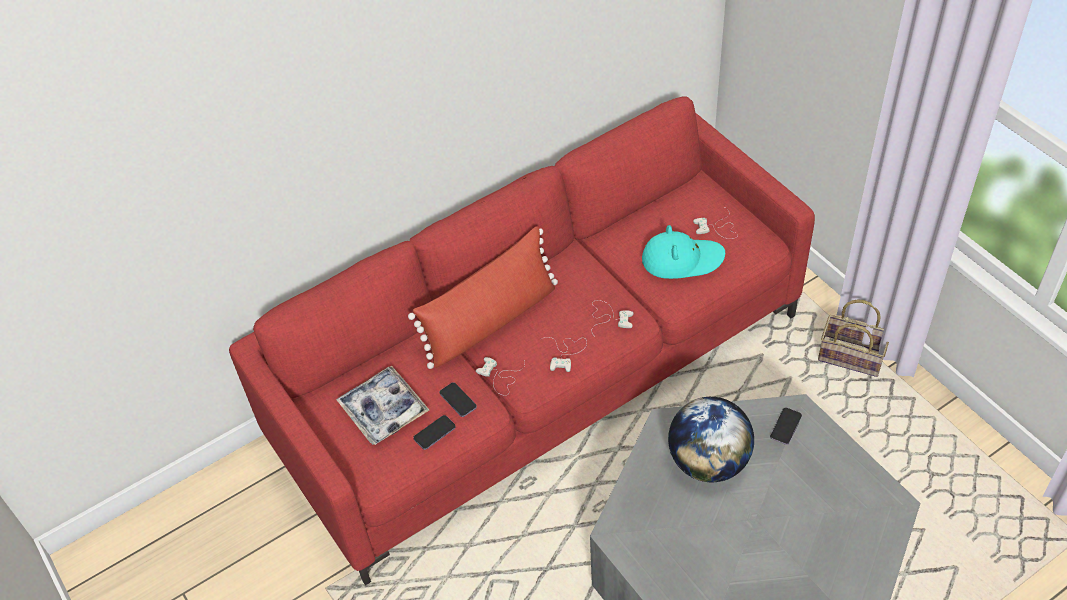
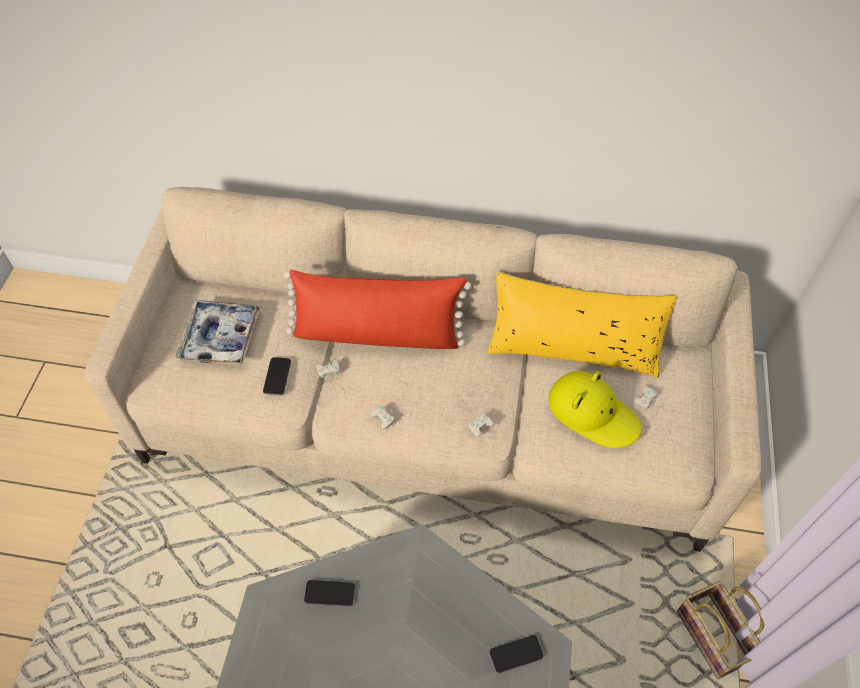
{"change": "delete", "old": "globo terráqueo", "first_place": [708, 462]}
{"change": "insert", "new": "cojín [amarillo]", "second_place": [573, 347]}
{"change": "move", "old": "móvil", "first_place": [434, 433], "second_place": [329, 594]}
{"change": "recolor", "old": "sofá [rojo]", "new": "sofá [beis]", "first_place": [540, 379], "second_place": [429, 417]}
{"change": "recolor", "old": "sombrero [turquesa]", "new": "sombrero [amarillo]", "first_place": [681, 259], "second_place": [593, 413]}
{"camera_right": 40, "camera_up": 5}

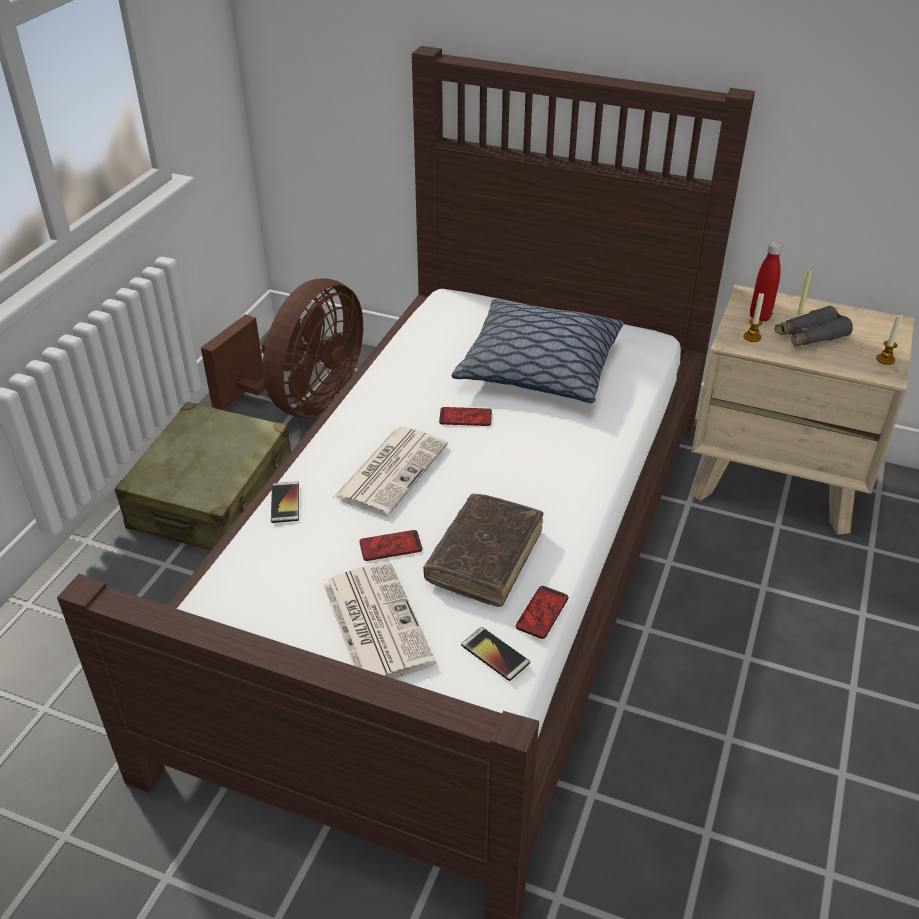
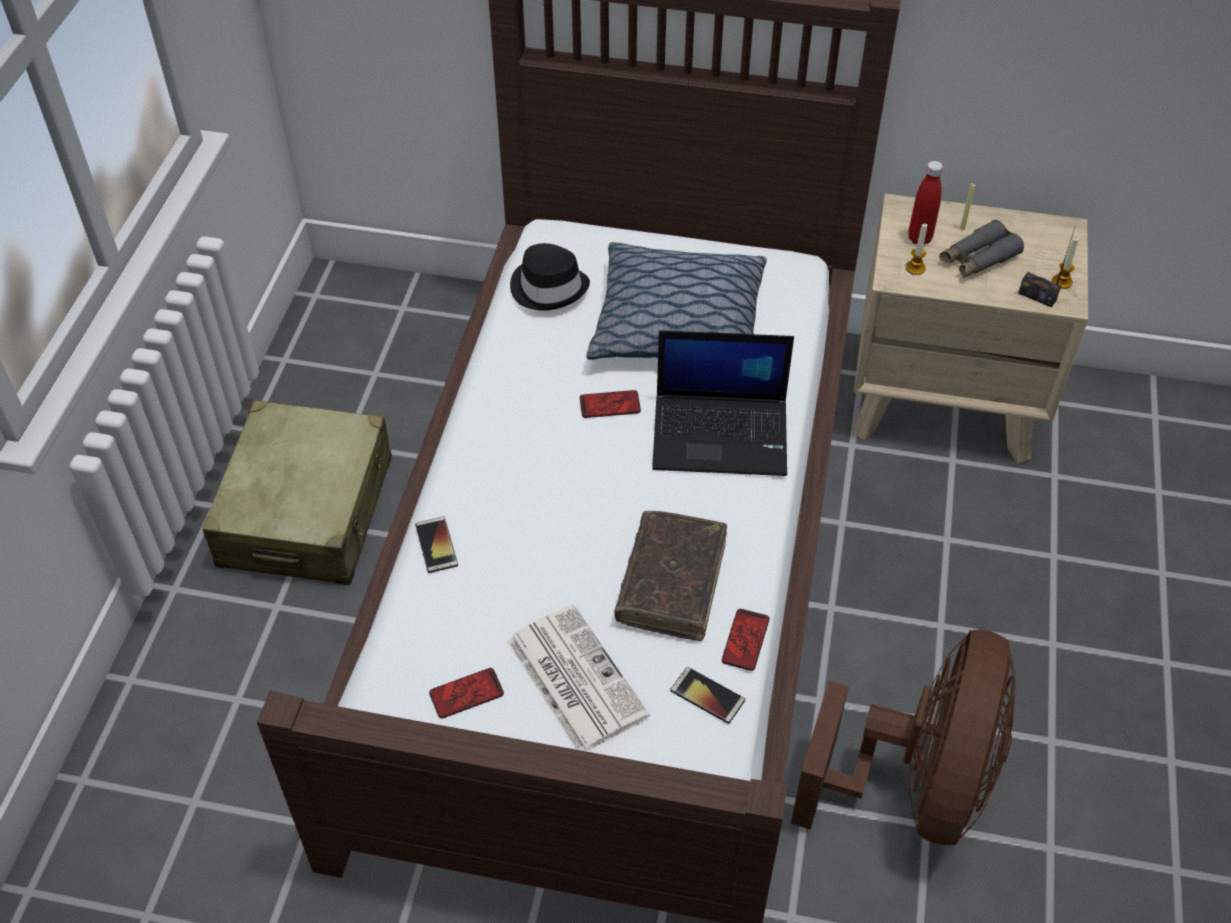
{"change": "delete", "old": "periódico", "first_place": [391, 470]}
{"change": "insert", "new": "sombrero [negro]", "second_place": [549, 287]}
{"change": "insert", "new": "portátil", "second_place": [722, 434]}
{"change": "insert", "new": "radio", "second_place": [1037, 296]}
{"change": "move", "old": "ventilador [marrón]", "first_place": [303, 402], "second_place": [914, 785]}
{"change": "move", "old": "móvil", "first_place": [390, 546], "second_place": [466, 694]}
{"camera_right": -10, "camera_up": 10}

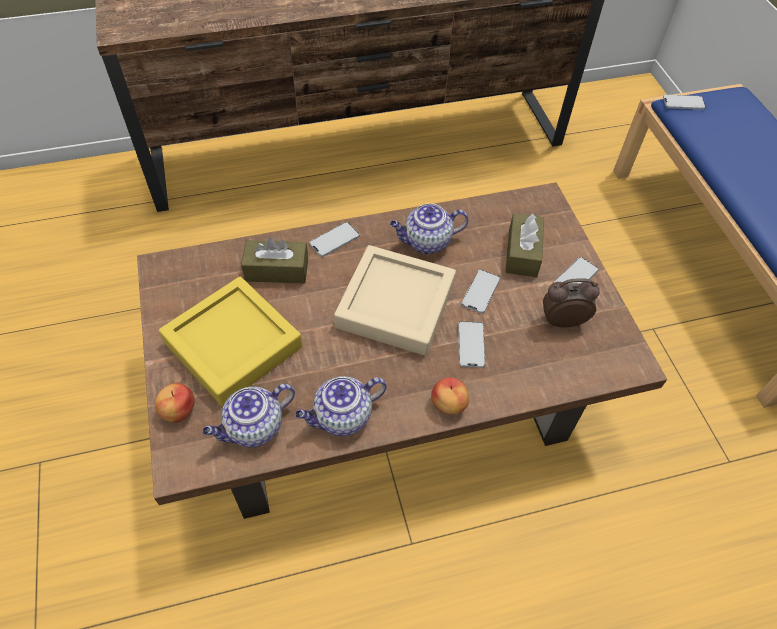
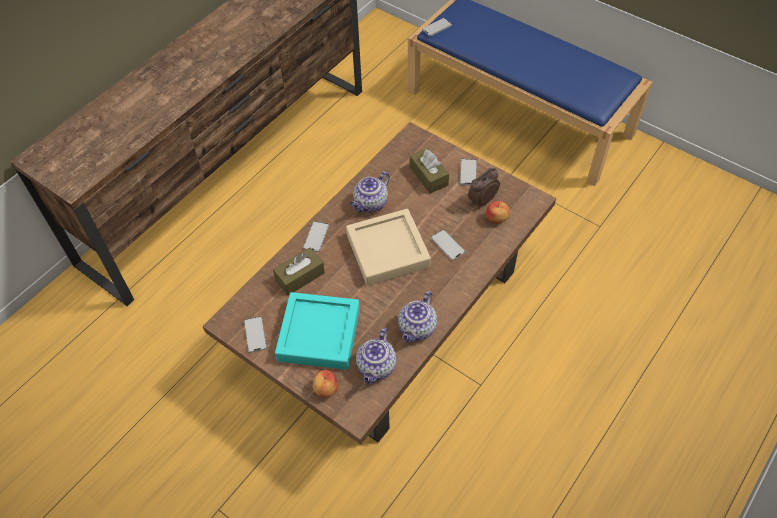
{"change": "move", "old": "manzana", "first_place": [448, 405], "second_place": [497, 219]}
{"change": "move", "old": "móvil", "first_place": [480, 292], "second_place": [255, 335]}
{"change": "recolor", "old": "bandeja [amarillo]", "new": "bandeja [turquesa]", "first_place": [233, 345], "second_place": [319, 334]}
{"camera_right": -35, "camera_up": 0}

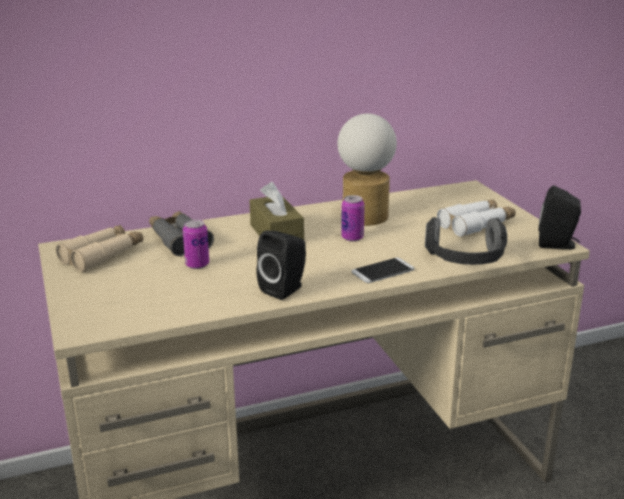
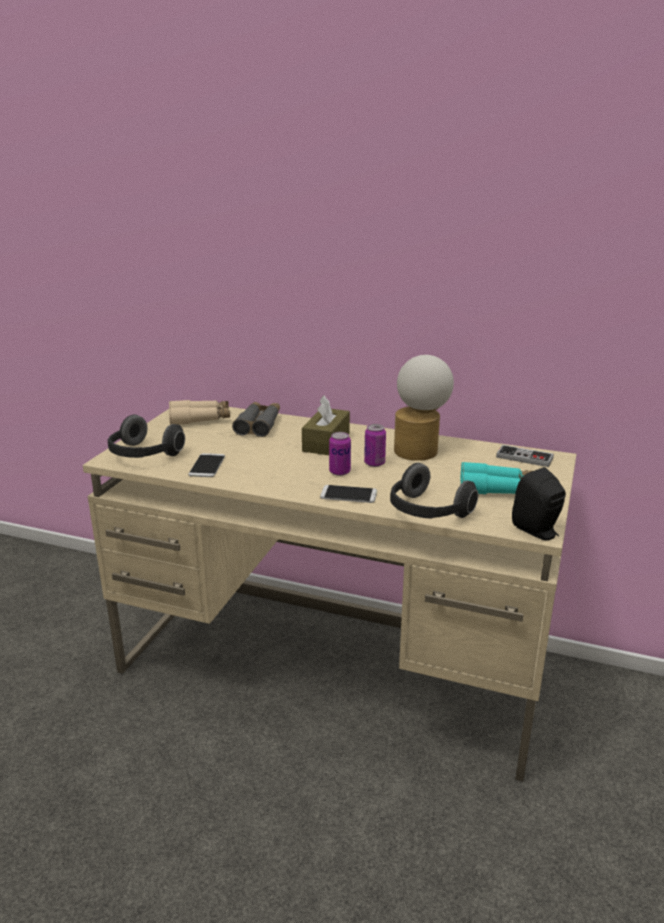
{"change": "delete", "old": "altavoz [negro]", "first_place": [285, 289]}
{"change": "insert", "new": "auriculares", "second_place": [143, 455]}
{"change": "insert", "new": "móvil", "second_place": [207, 466]}
{"change": "insert", "new": "mando de consola", "second_place": [524, 458]}
{"change": "move", "old": "lata", "first_place": [197, 265], "second_place": [339, 472]}
{"change": "recolor", "old": "prismáticos [blanco]", "new": "prismáticos [turquesa]", "first_place": [476, 224], "second_place": [496, 489]}
{"camera_right": 40, "camera_up": 0}

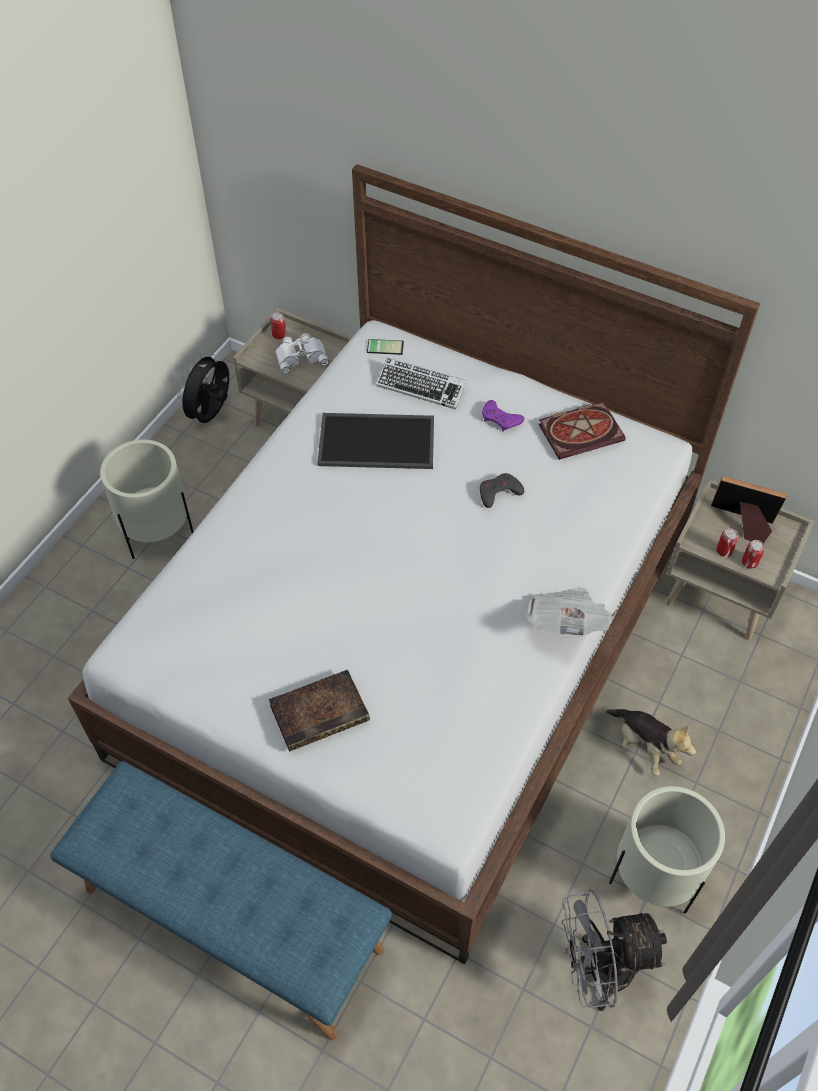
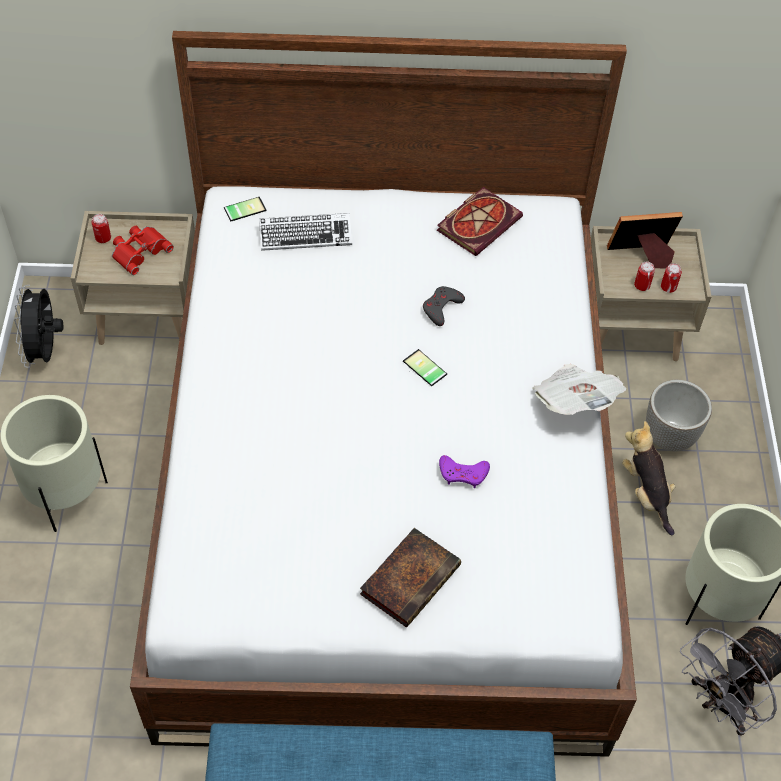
{"change": "delete", "old": "bandeja", "first_place": [378, 440]}
{"change": "insert", "new": "móvil", "second_place": [423, 369]}
{"change": "insert", "new": "maceta", "second_place": [670, 437]}
{"change": "move", "old": "mando de consola [morado]", "first_place": [500, 419], "second_place": [463, 474]}
{"change": "recolor", "old": "prismáticos [blanco]", "new": "prismáticos [rojo]", "first_place": [301, 355], "second_place": [139, 250]}
{"change": "rotate", "old": "peluche", "first_place": [644, 747], "second_place": [646, 493], "degrees": -135}
{"camera_right": -30, "camera_up": 0}

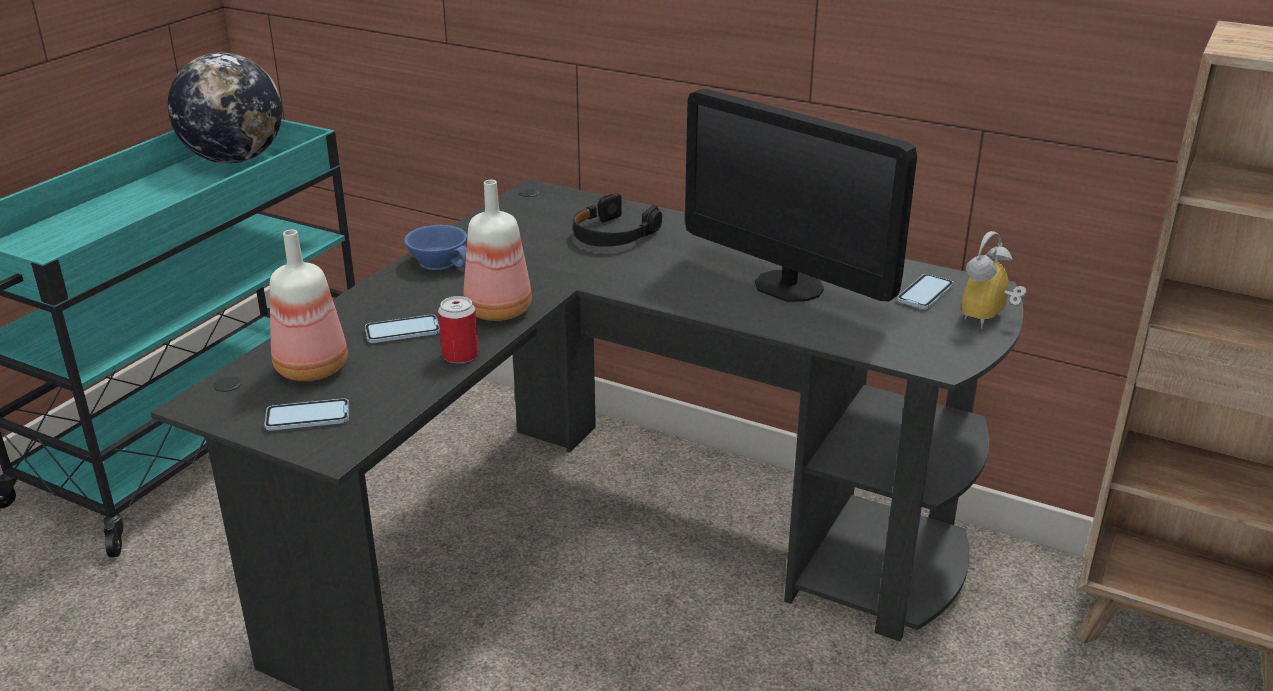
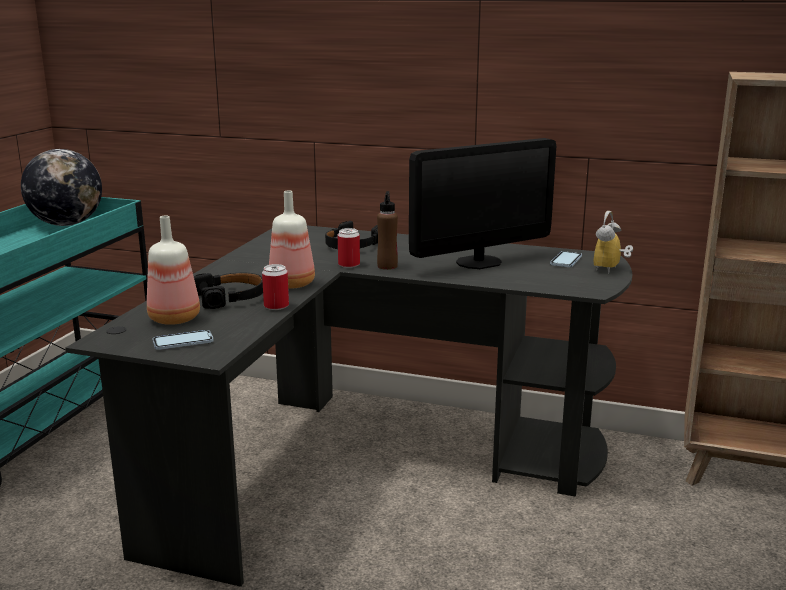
{"change": "delete", "old": "taza [azul]", "first_place": [441, 261]}
{"change": "insert", "new": "lata", "second_place": [349, 265]}
{"change": "insert", "new": "botella [marrón]", "second_place": [387, 266]}
{"change": "replace", "old": "móvil", "new": "auriculares [negro]", "first_place": [402, 331], "second_place": [230, 297]}
{"change": "rotate", "old": "monitor", "first_place": [789, 286], "second_place": [478, 262], "degrees": -60}
{"camera_right": -10, "camera_up": -10}

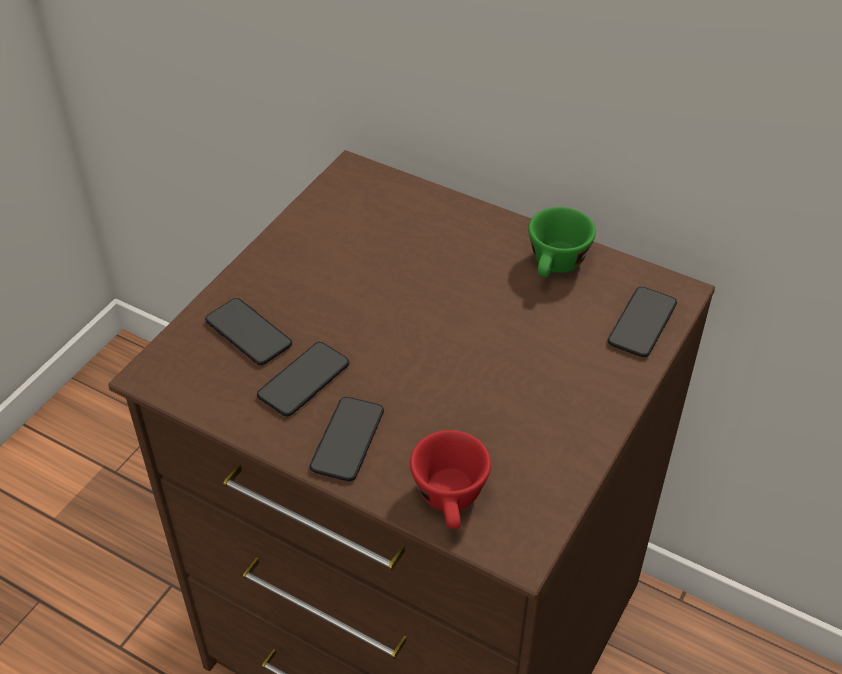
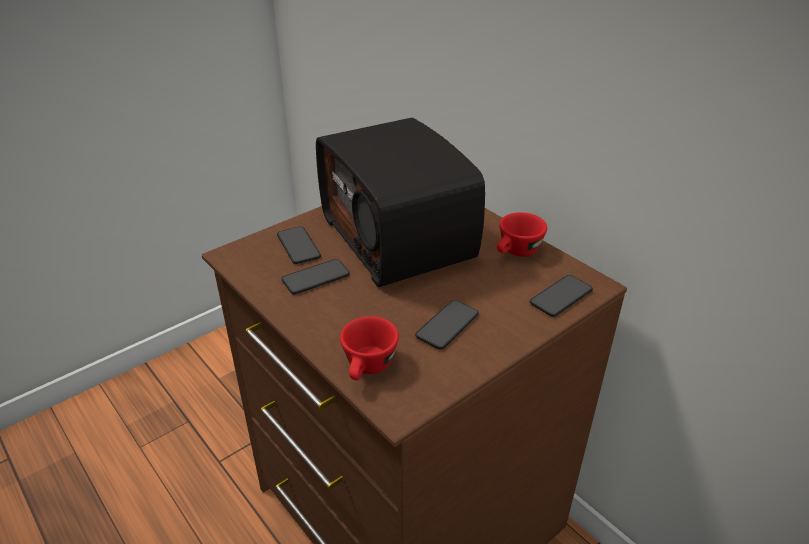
{"change": "insert", "new": "radio", "second_place": [400, 237]}
{"change": "move", "old": "móvil", "first_place": [347, 440], "second_place": [447, 325]}
{"change": "recolor", "old": "taza [verde]", "new": "taza [rojo]", "first_place": [556, 266], "second_place": [516, 252]}
{"camera_right": 20, "camera_up": -10}

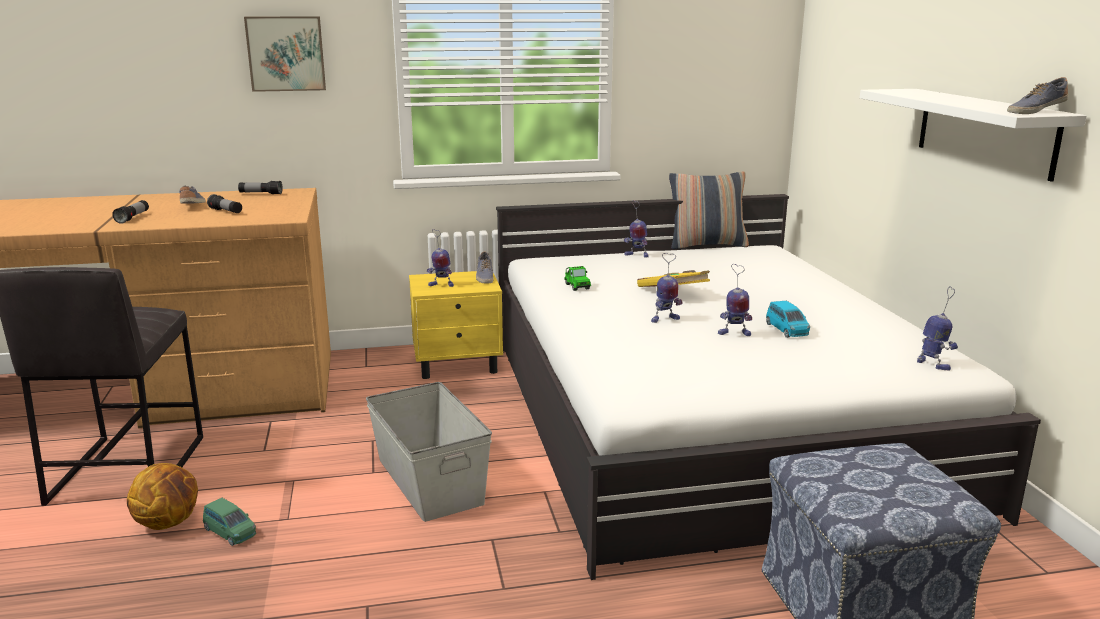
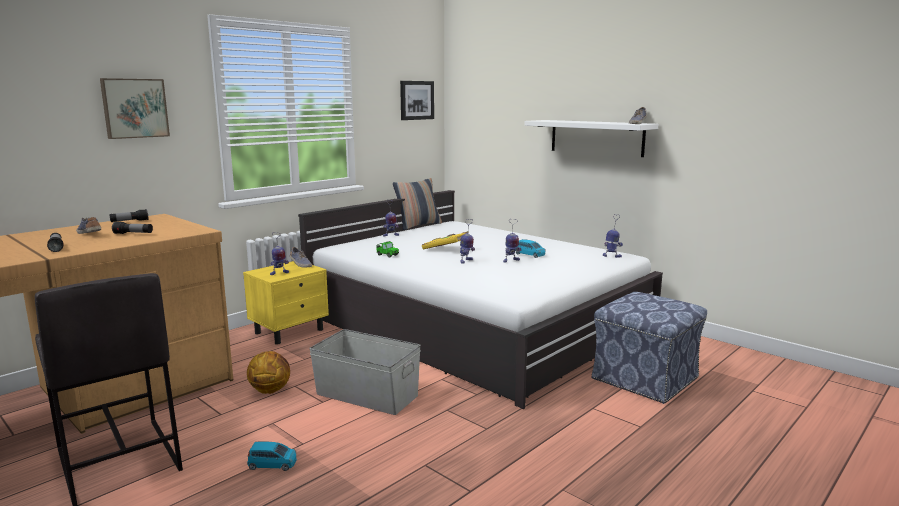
{"change": "insert", "new": "cuadro", "second_place": [416, 100]}
{"change": "move", "old": "balón de baloncesto", "first_place": [169, 522], "second_place": [270, 390]}
{"change": "recolor", "old": "coche de juguete [verde]", "new": "coche de juguete [azul]", "first_place": [230, 532], "second_place": [272, 464]}
{"camera_right": -35, "camera_up": -5}

